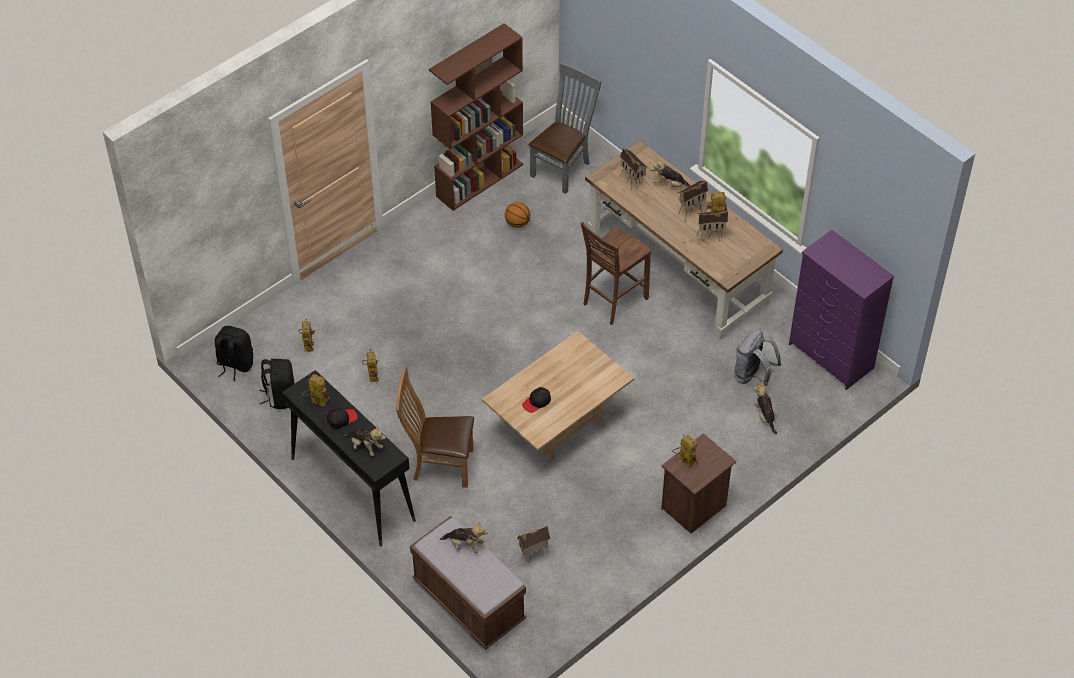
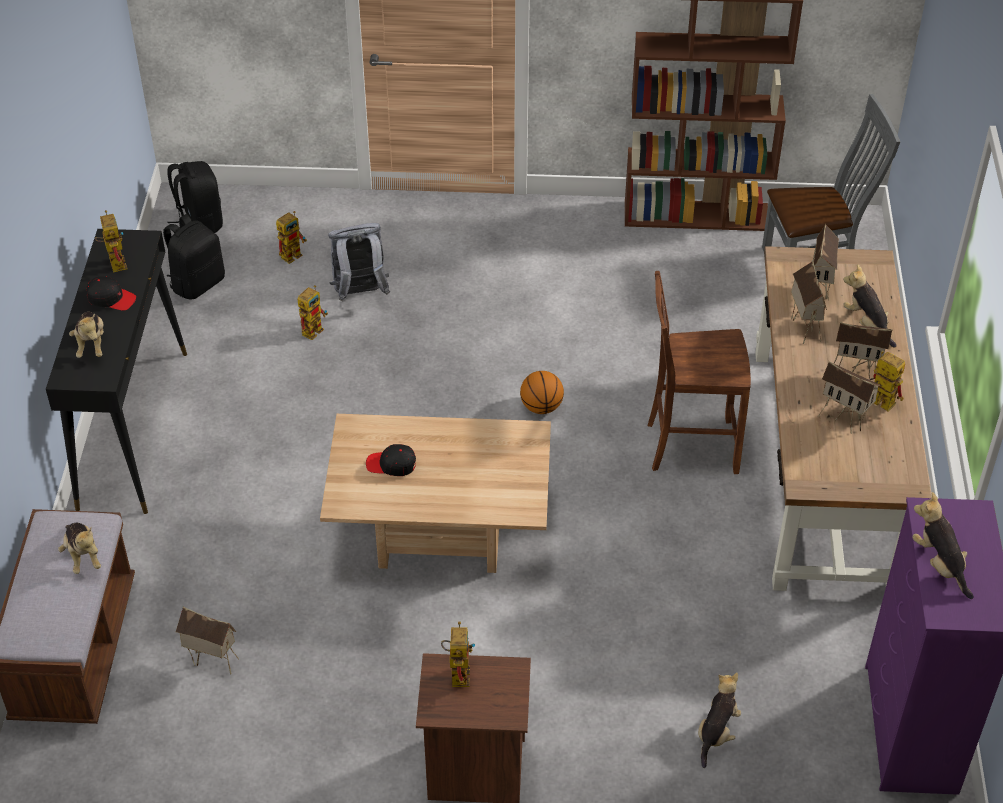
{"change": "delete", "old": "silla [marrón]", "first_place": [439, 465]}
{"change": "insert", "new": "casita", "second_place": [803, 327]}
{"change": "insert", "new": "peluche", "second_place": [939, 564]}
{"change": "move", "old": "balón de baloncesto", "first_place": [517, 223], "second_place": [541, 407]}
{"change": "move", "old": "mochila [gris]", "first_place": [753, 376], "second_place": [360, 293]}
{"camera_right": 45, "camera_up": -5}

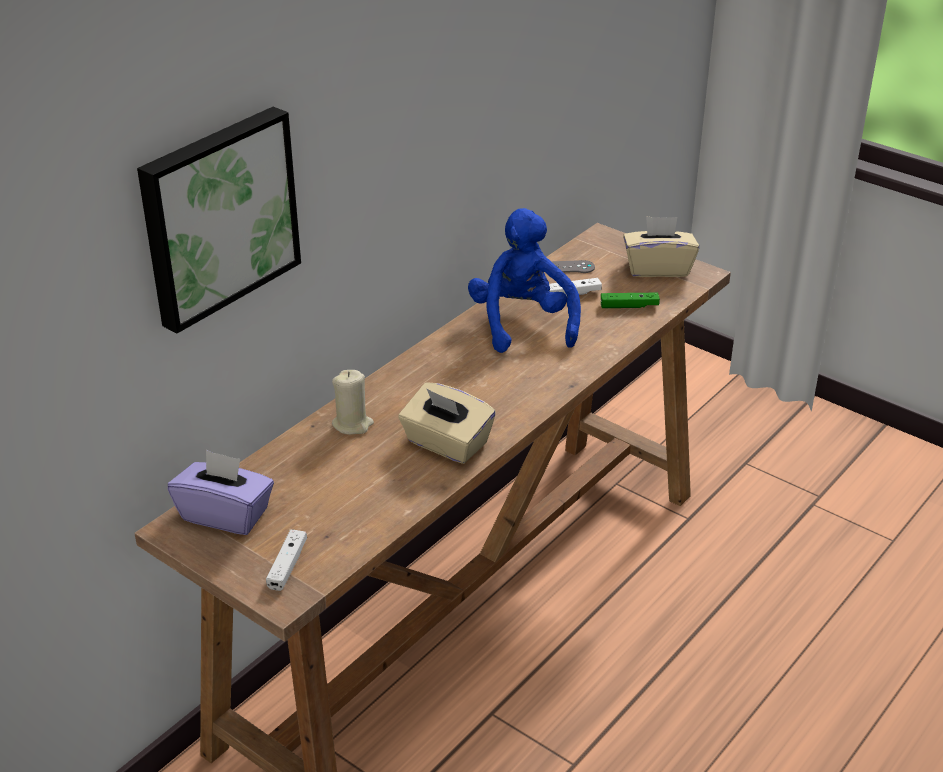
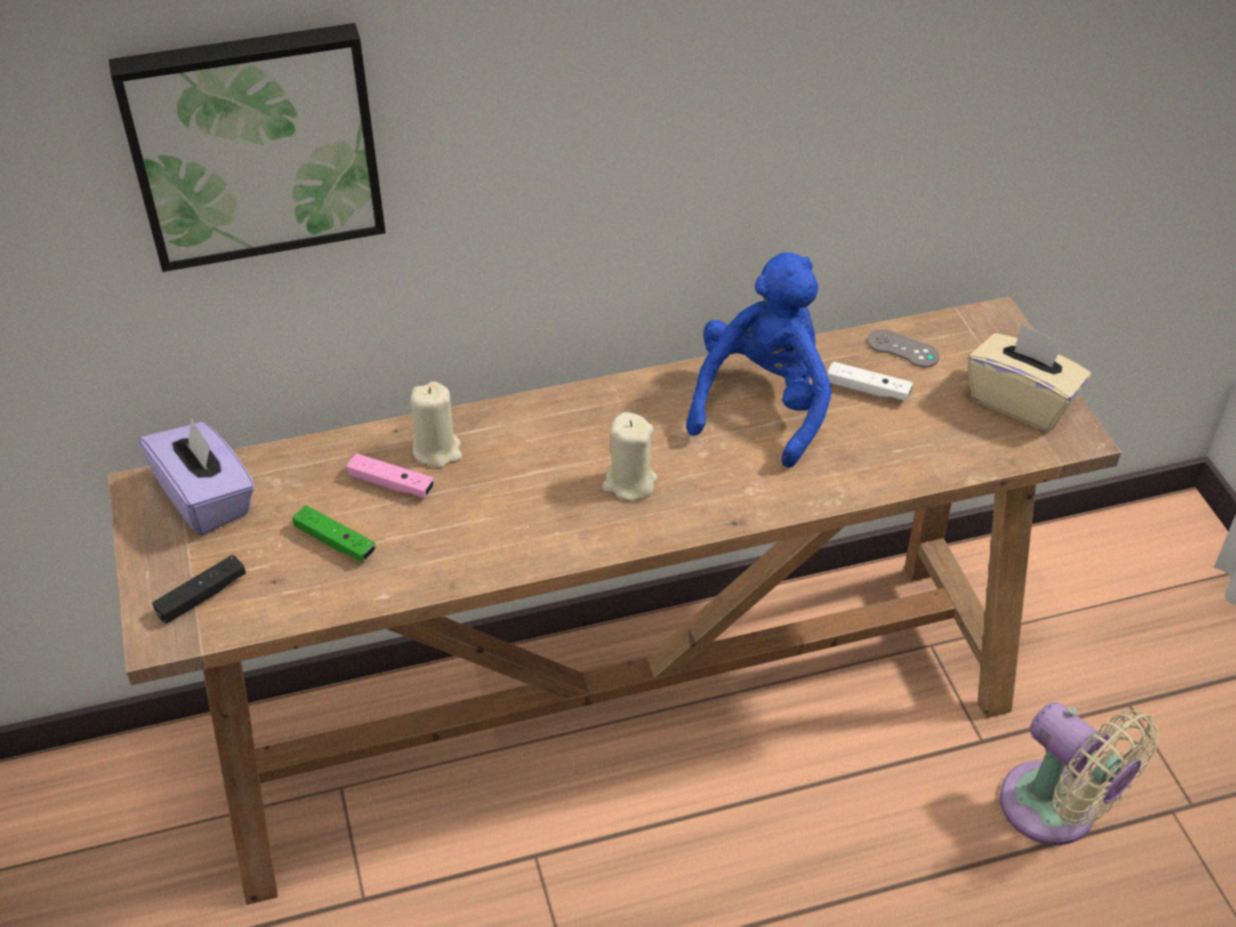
{"change": "delete", "old": "caja de pañuelos [beis]", "first_place": [446, 444]}
{"change": "insert", "new": "mando de consola [rosa]", "second_place": [391, 484]}
{"change": "insert", "new": "vela [beis]", "second_place": [629, 483]}
{"change": "insert", "new": "ventilador [beis]", "second_place": [1056, 811]}
{"change": "move", "old": "mando de consola [verde]", "first_place": [629, 306], "second_place": [335, 542]}
{"change": "recolor", "old": "mando de consola [blanco]", "new": "mando de consola [negro]", "first_place": [287, 566], "second_place": [202, 596]}
{"camera_right": 35, "camera_up": 10}

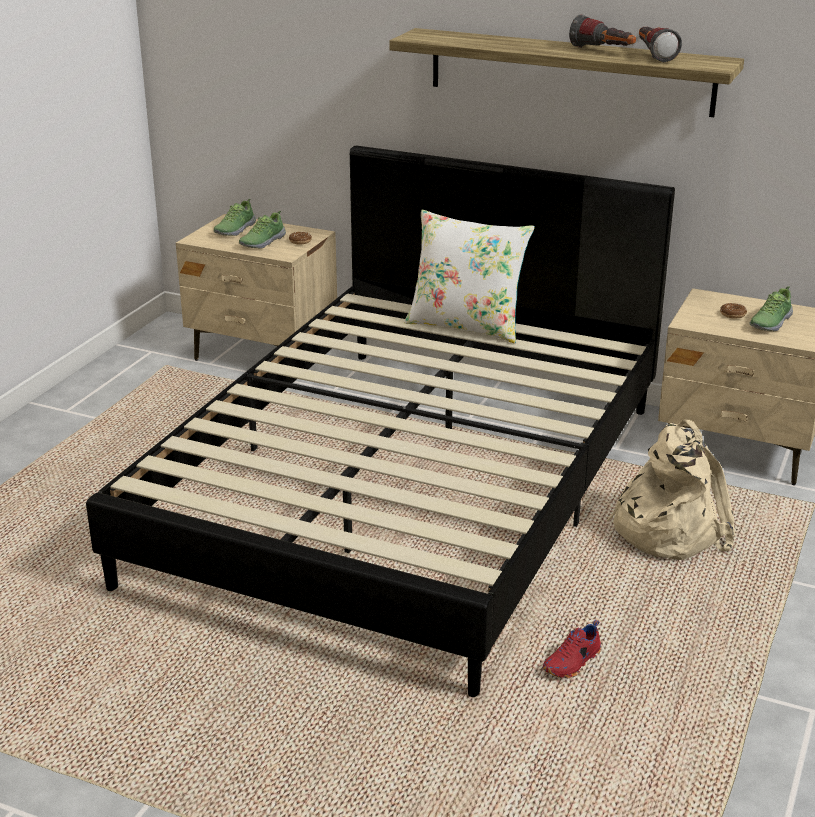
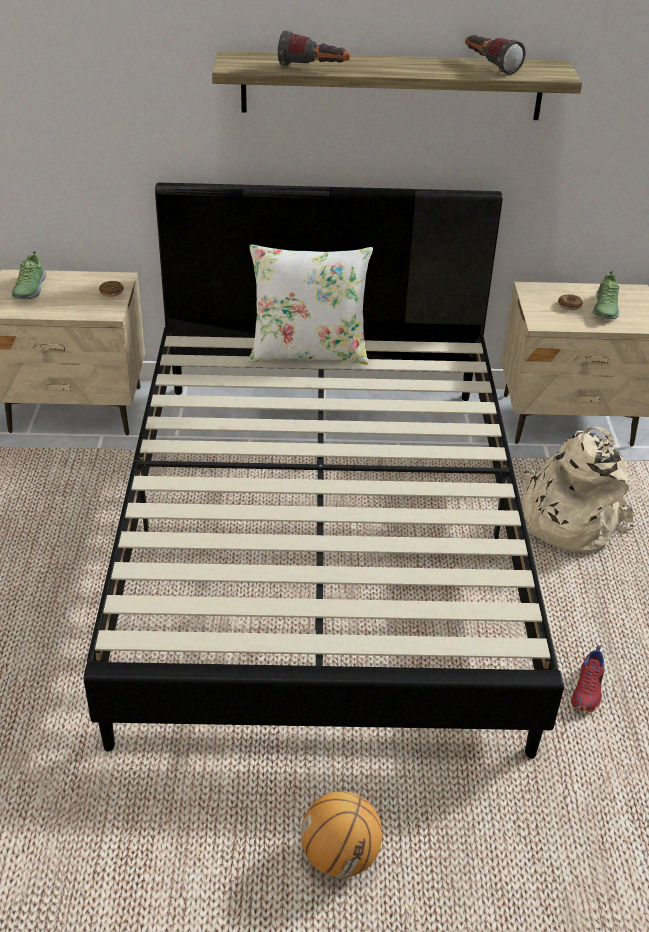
{"change": "delete", "old": "zapato", "first_place": [262, 242]}
{"change": "insert", "new": "balón de baloncesto", "second_place": [340, 856]}
{"change": "move", "old": "linterna", "first_place": [603, 51], "second_place": [314, 69]}
{"camera_right": -25, "camera_up": 10}

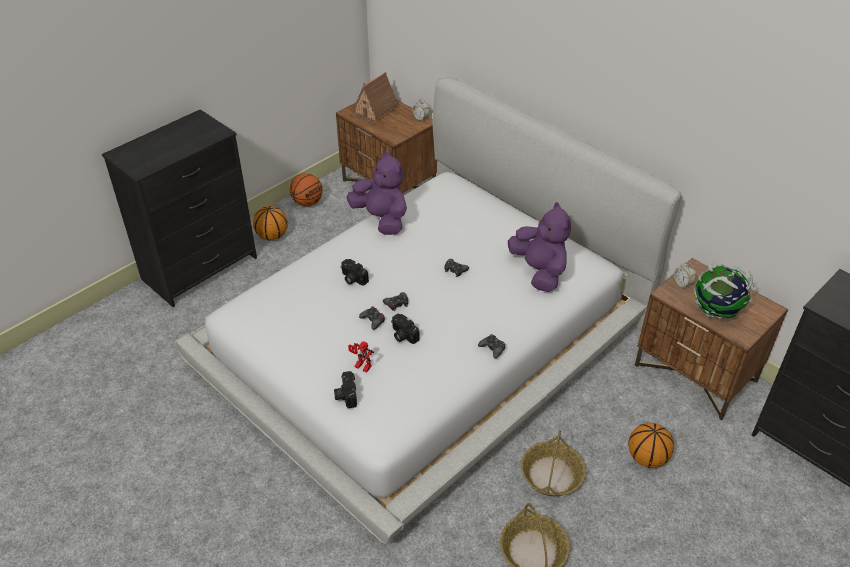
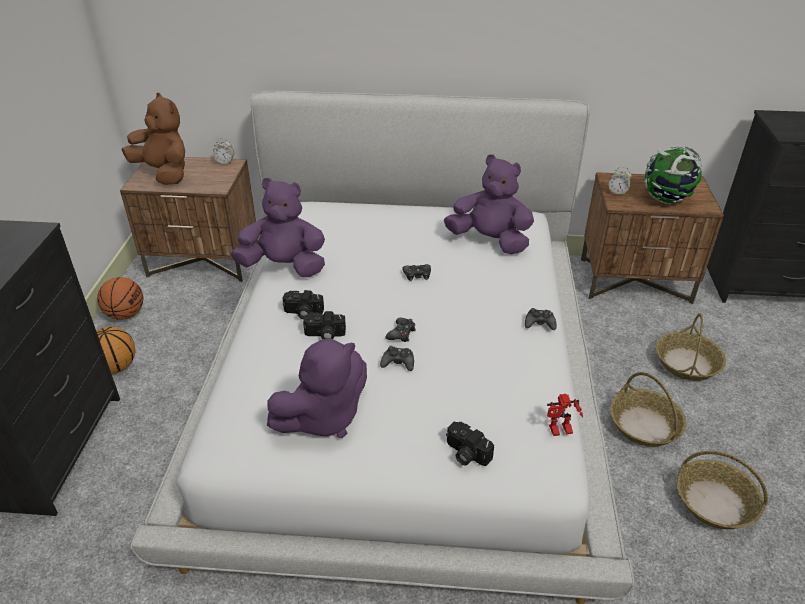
{"change": "insert", "new": "peluche [morado]", "second_place": [323, 417]}
{"change": "move", "old": "robot de juguete", "first_place": [361, 367], "second_place": [560, 432]}
{"change": "move", "old": "cámara", "first_place": [402, 335], "second_place": [302, 313]}
{"change": "replace", "old": "casita", "new": "peluche [marrón]", "first_place": [374, 111], "second_place": [164, 173]}
{"change": "replace", "old": "balón de baloncesto", "new": "cesta", "first_place": [647, 458], "second_place": [687, 363]}
{"camera_right": -40, "camera_up": -5}

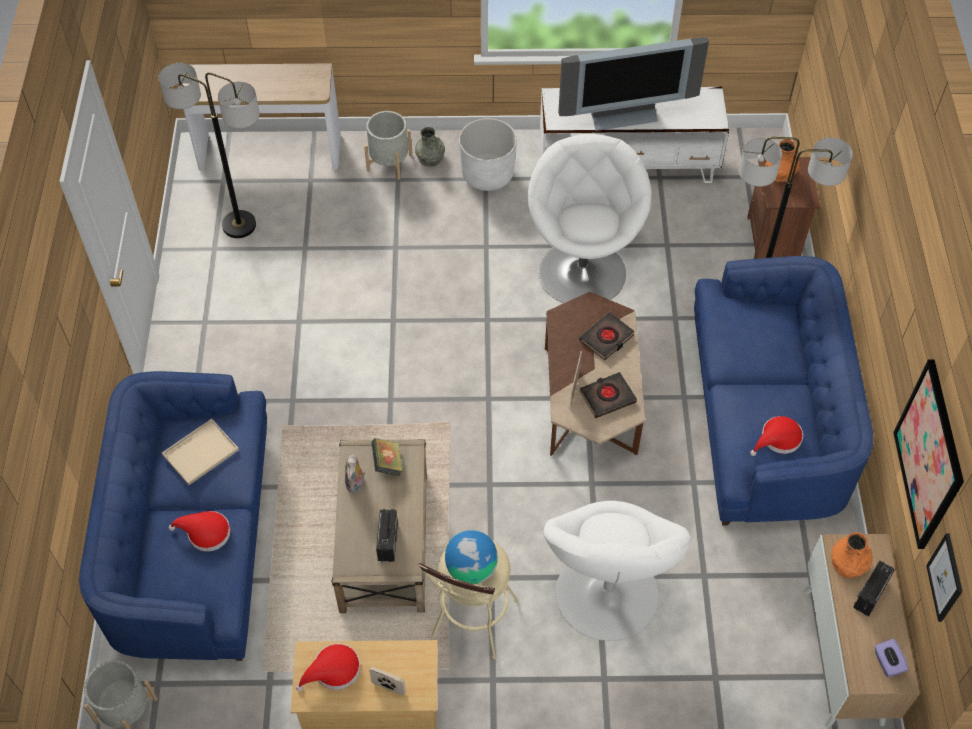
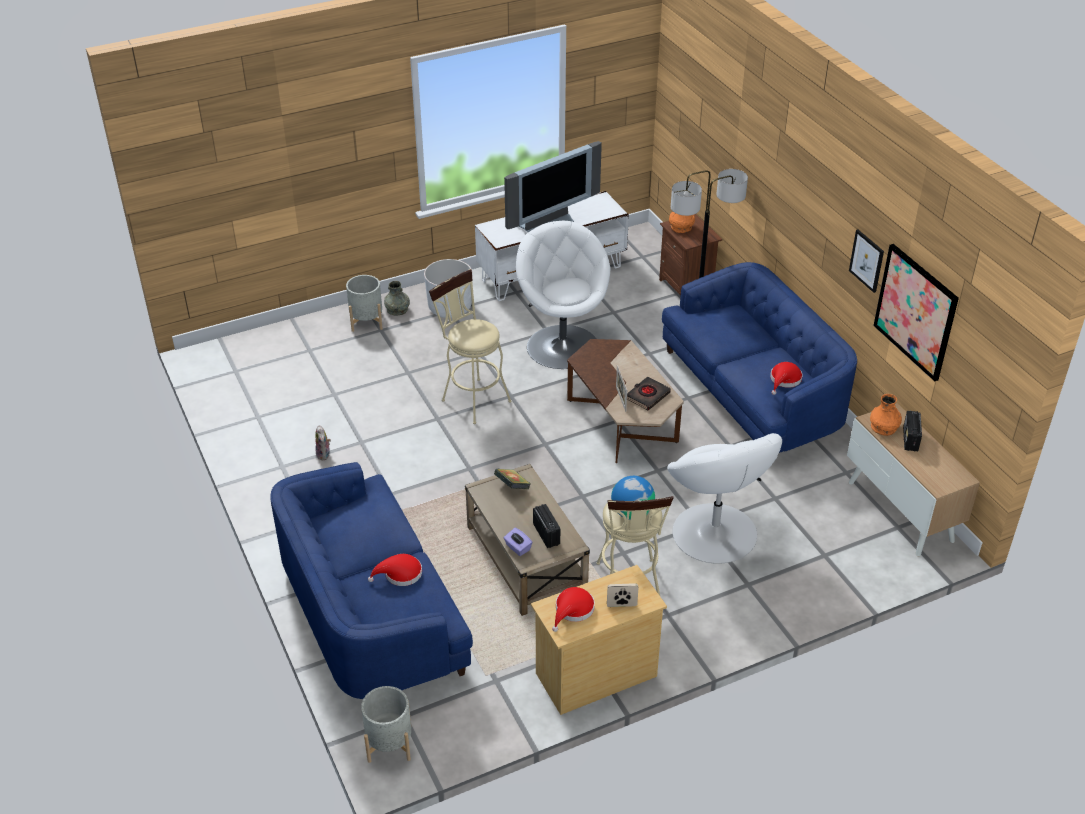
{"change": "delete", "old": "lámpara de pie", "first_place": [239, 225]}
{"change": "delete", "old": "bandeja [beis]", "first_place": [200, 453]}
{"change": "delete", "old": "mesa consola", "first_place": [270, 152]}
{"change": "delete", "old": "libro [negro]", "first_place": [606, 338]}
{"change": "insert", "new": "taburete [beis]", "second_place": [472, 398]}
{"change": "move", "old": "peluche", "first_place": [356, 484], "second_place": [324, 454]}
{"change": "move", "old": "caja de pañuelos [morado]", "first_place": [887, 663], "second_place": [517, 548]}
{"change": "move", "old": "cuadro", "first_place": [945, 578], "second_place": [867, 260]}
{"camera_right": -25, "camera_up": -15}

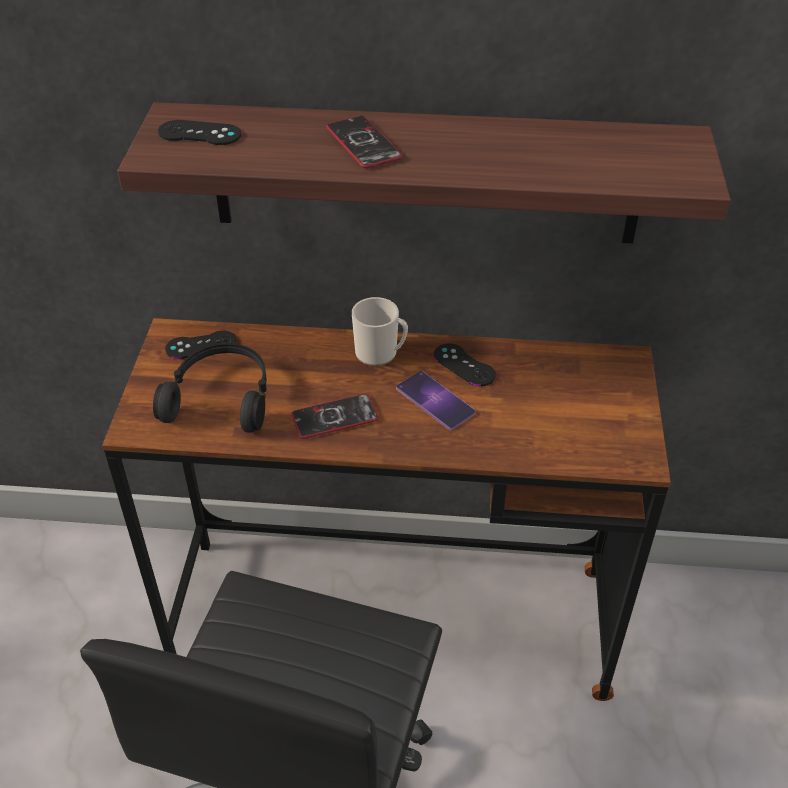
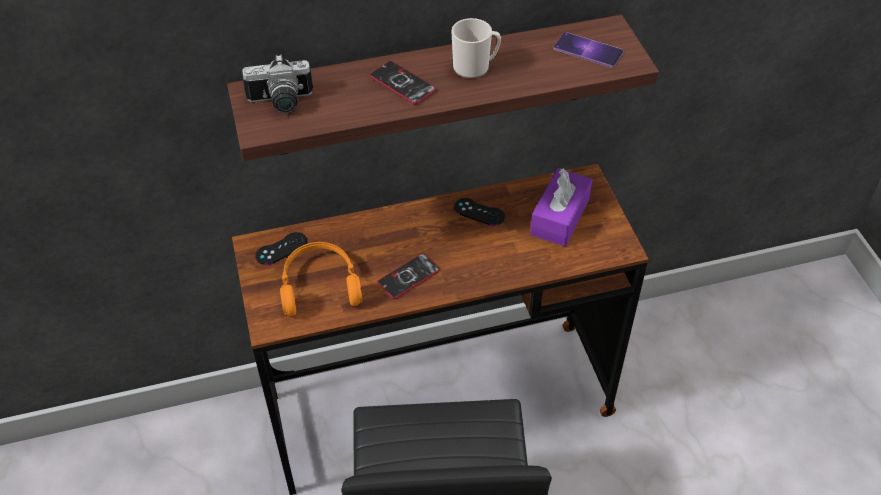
{"change": "insert", "new": "caja de pañuelos [morado]", "second_place": [560, 217]}
{"change": "move", "old": "taza grande", "first_place": [380, 353], "second_place": [475, 67]}
{"change": "move", "old": "móvil", "first_place": [435, 400], "second_place": [588, 50]}
{"change": "replace", "old": "mando de consola [negro]", "new": "cámara", "first_place": [199, 133], "second_place": [281, 103]}
{"change": "recolor", "old": "auriculares [negro]", "new": "auriculares [naranja]", "first_place": [221, 397], "second_place": [319, 285]}
{"camera_right": -20, "camera_up": 5}

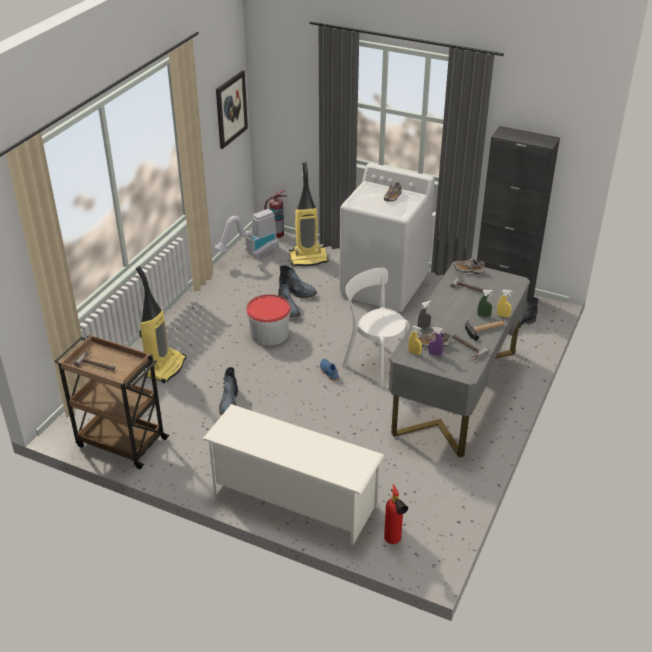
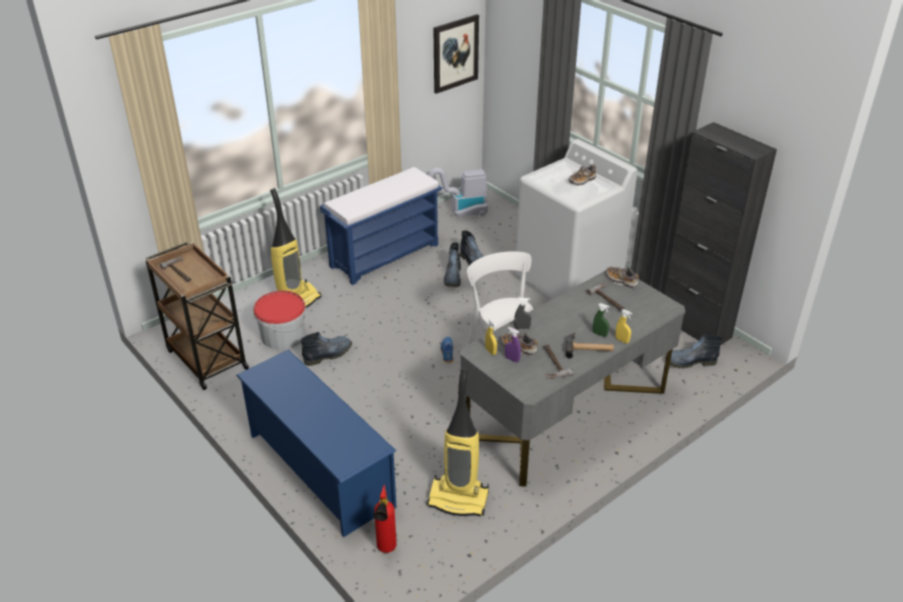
{"change": "delete", "old": "extintor", "first_place": [277, 234]}
{"change": "insert", "new": "banco [azul]", "second_place": [385, 255]}
{"change": "move", "old": "cubo", "first_place": [269, 334], "second_place": [283, 335]}
{"change": "move", "old": "aspiradora", "first_place": [308, 258], "second_place": [459, 499]}
{"change": "recolor", "old": "zapatero [blanco]", "new": "zapatero [azul]", "first_place": [293, 499], "second_place": [319, 469]}
{"change": "rotate", "old": "bota", "first_place": [229, 404], "second_place": [328, 354], "degrees": -150}
{"camera_right": 25, "camera_up": 0}

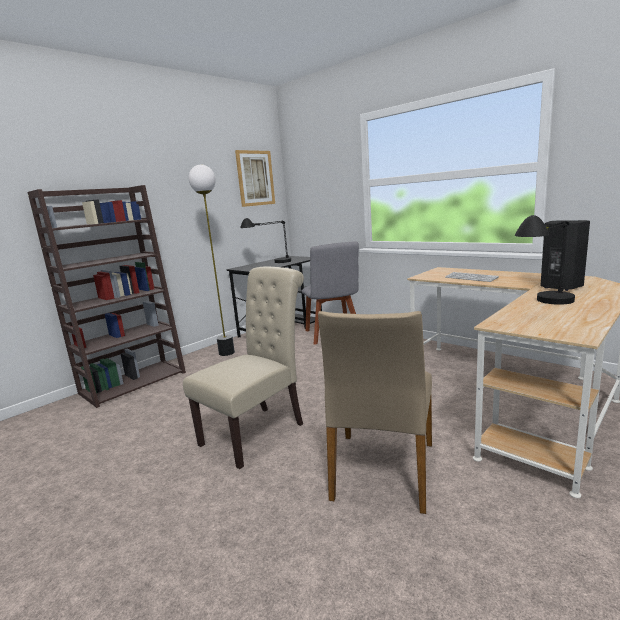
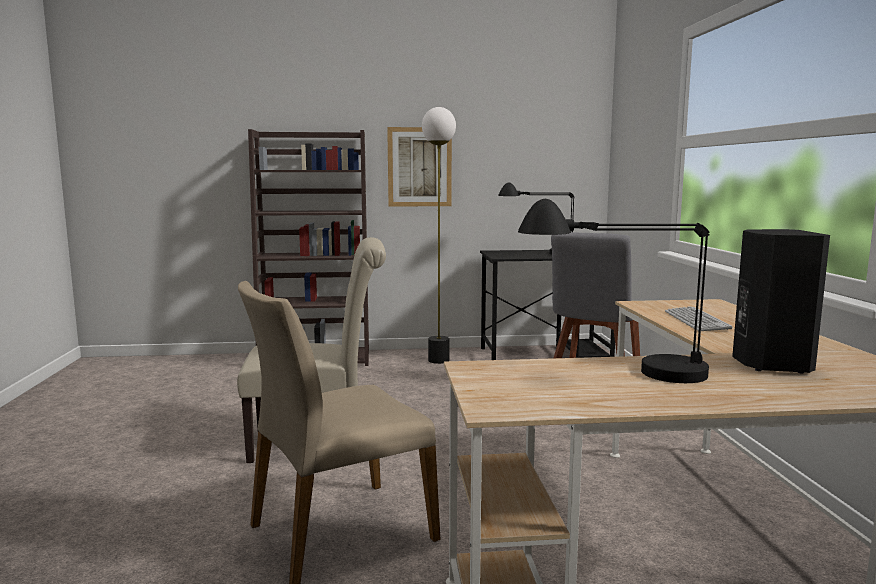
{"change": "move", "old": "cuadro", "first_place": [255, 178], "second_place": [419, 167]}
{"camera_right": 40, "camera_up": -5}

